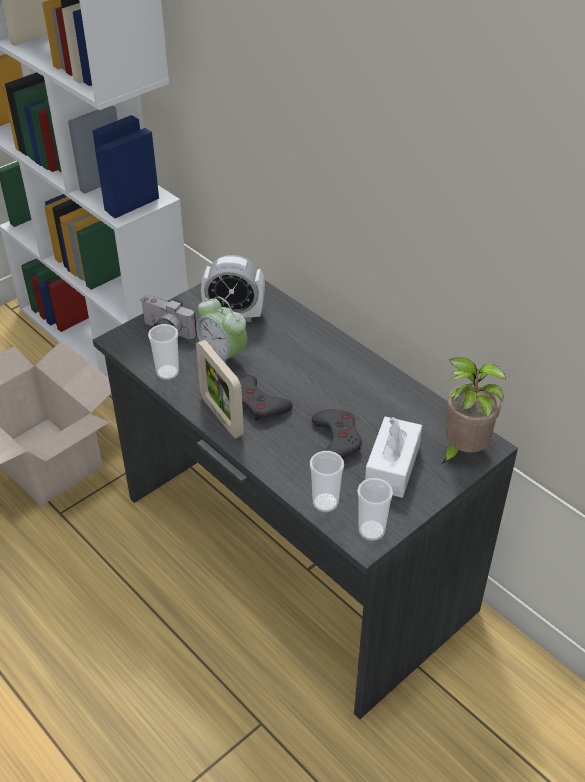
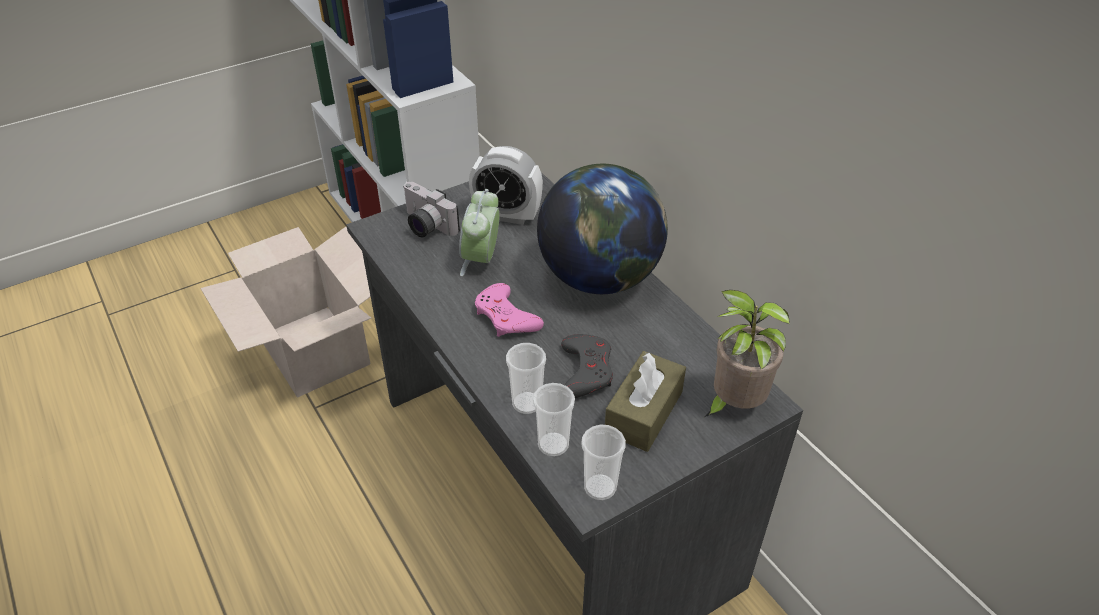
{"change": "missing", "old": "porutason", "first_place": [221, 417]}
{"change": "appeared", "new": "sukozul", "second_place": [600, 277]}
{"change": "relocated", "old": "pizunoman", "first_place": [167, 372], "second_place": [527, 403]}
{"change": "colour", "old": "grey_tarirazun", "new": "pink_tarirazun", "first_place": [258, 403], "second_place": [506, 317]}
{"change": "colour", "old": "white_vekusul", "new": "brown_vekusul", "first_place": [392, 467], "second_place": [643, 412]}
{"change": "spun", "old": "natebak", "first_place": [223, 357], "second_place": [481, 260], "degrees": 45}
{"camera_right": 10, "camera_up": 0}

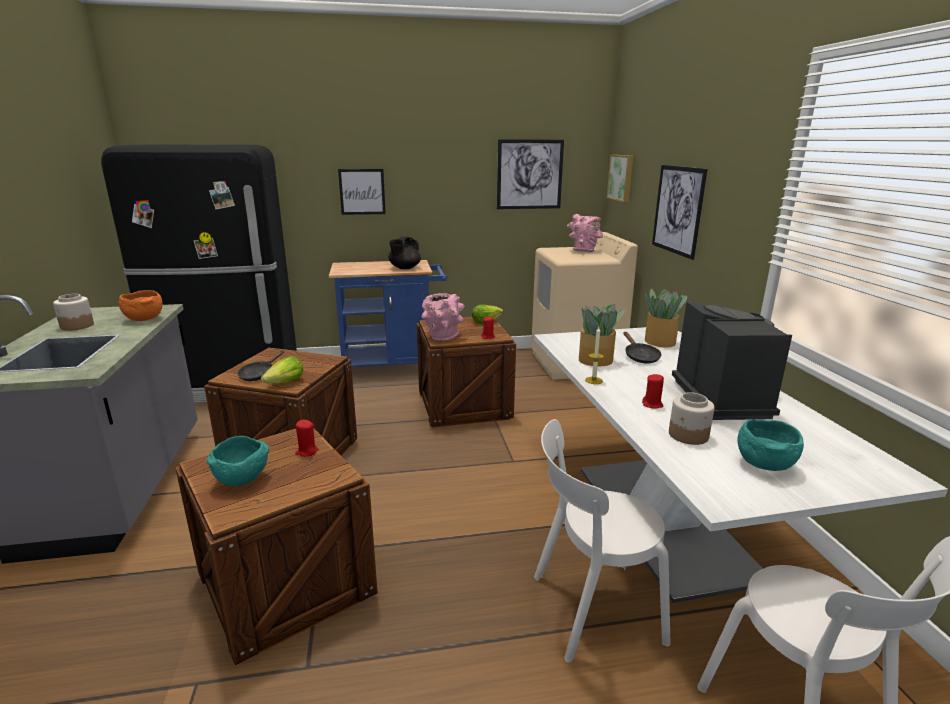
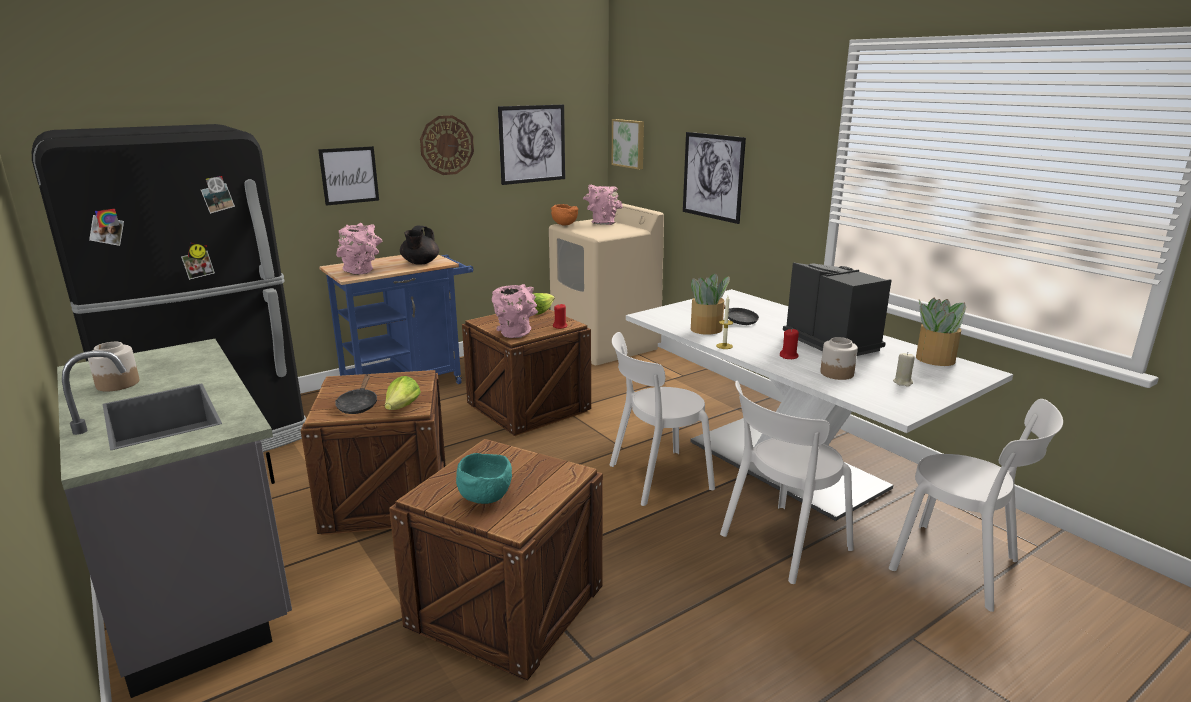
{"change": "missing", "old": "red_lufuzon", "first_place": [307, 451]}
{"change": "appeared", "new": "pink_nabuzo", "second_place": [362, 271]}
{"change": "appeared", "new": "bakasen", "second_place": [447, 145]}
{"change": "appeared", "new": "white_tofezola", "second_place": [655, 477]}
{"change": "relocated", "old": "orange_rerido", "first_place": [144, 319], "second_place": [563, 224]}
{"change": "relocated", "old": "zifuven", "first_place": [659, 341], "second_place": [934, 359]}
{"change": "exchanged", "old": "turquoise_rerido", "new": "beige_lufuzon", "first_place": [764, 464], "second_place": [903, 382]}
{"camera_right": -25, "camera_up": 0}

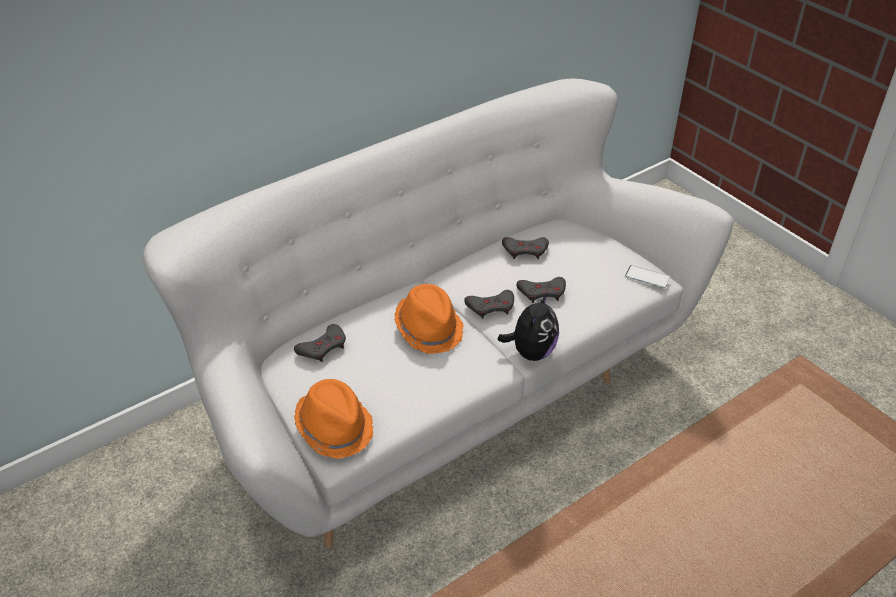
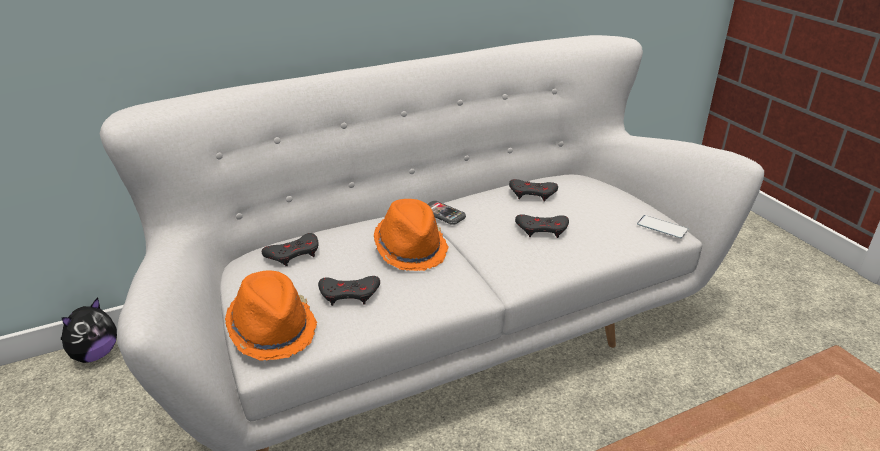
{"change": "appeared", "new": "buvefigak", "second_place": [443, 214]}
{"change": "relocated", "old": "grey_tarirazun", "first_place": [491, 307], "second_place": [349, 294]}
{"change": "relocated", "old": "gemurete", "first_place": [531, 352], "second_place": [95, 354]}
{"camera_right": 10, "camera_up": -10}

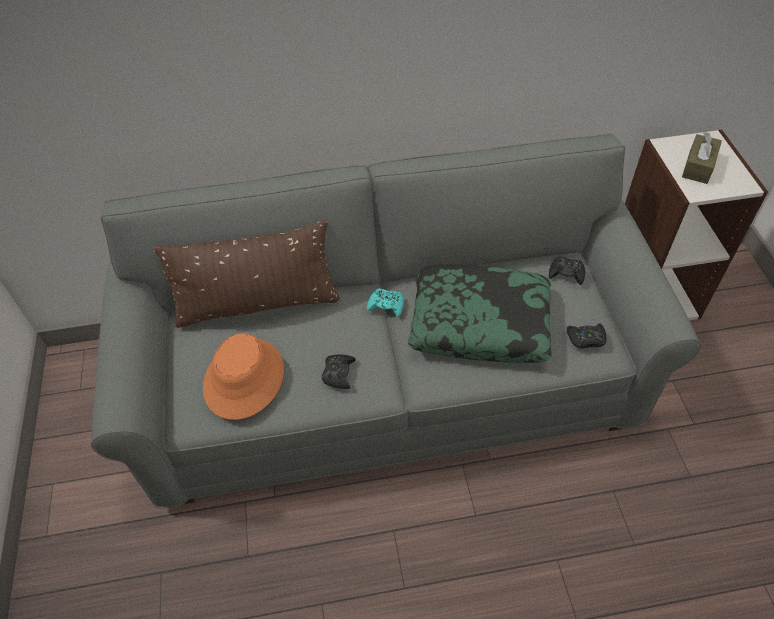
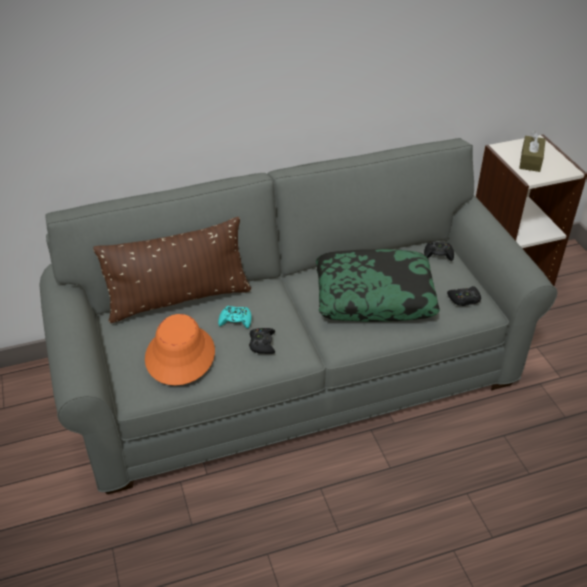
{"change": "relocated", "old": "turquoise_tarirazun", "first_place": [386, 305], "second_place": [235, 320]}
{"camera_right": -10, "camera_up": -10}

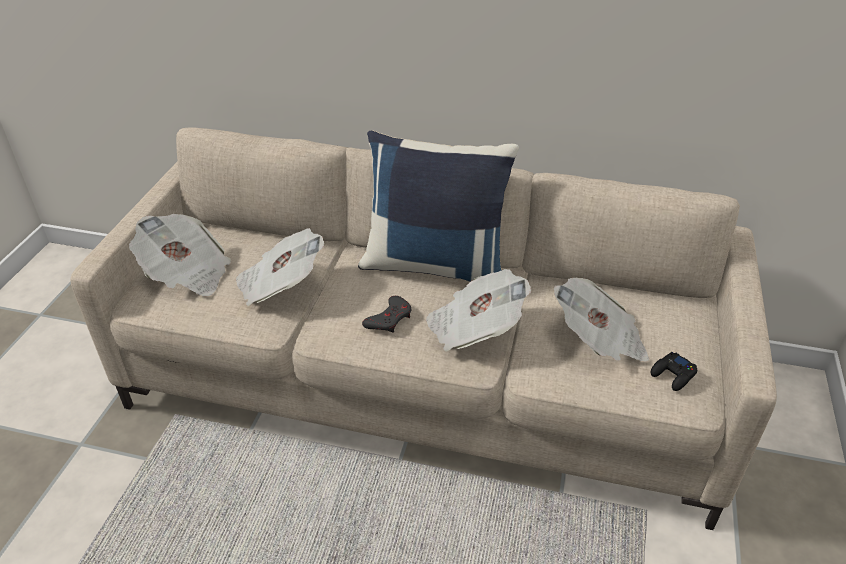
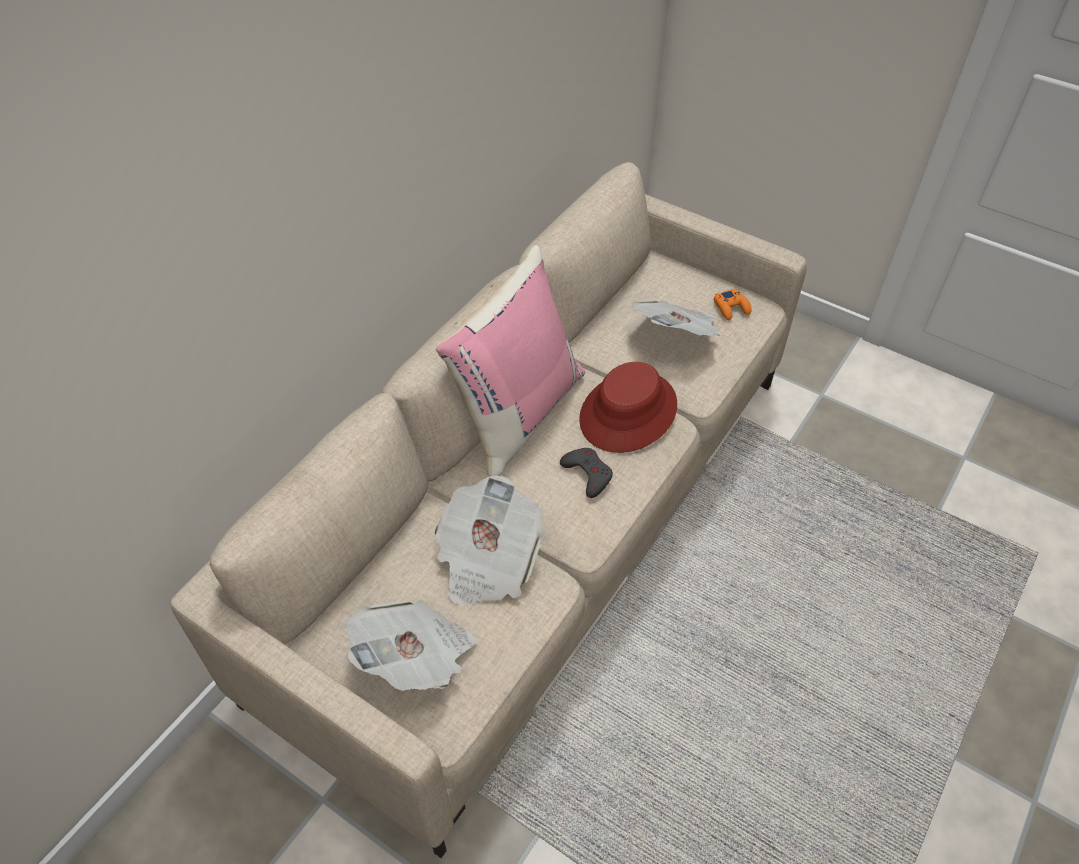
{"change": "exchanged", "old": "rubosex", "new": "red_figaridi", "first_place": [474, 328], "second_place": [628, 412]}
{"change": "colour", "old": "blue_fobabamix", "new": "pink_fobabamix", "first_place": [436, 265], "second_place": [517, 413]}
{"change": "colour", "old": "black_tarirazun", "new": "orange_tarirazun", "first_place": [673, 375], "second_place": [731, 308]}
{"camera_right": -70, "camera_up": 10}

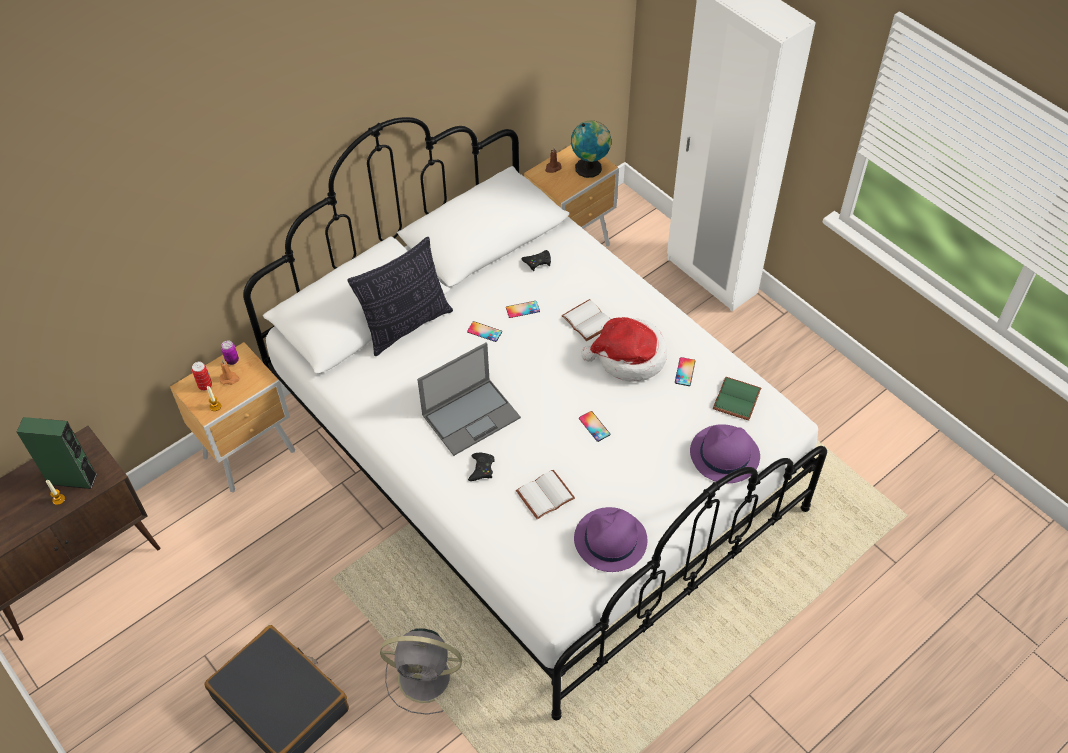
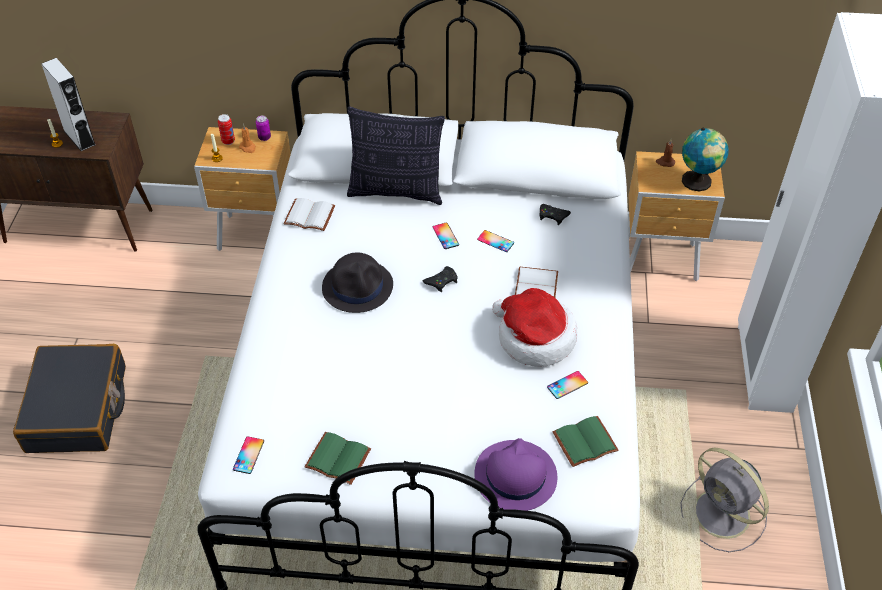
{"change": "relocated", "old": "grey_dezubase", "first_place": [427, 677], "second_place": [723, 515]}
{"change": "relocated", "old": "black_tarirazun", "first_place": [481, 469], "second_place": [441, 281]}
{"change": "relocated", "old": "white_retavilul", "first_place": [545, 494], "second_place": [310, 215]}
{"change": "relocated", "old": "buvefigak", "first_place": [594, 426], "second_place": [248, 455]}
{"change": "exchanged", "old": "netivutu", "new": "black_figaridi", "first_place": [472, 416], "second_place": [358, 286]}
{"change": "exchanged", "old": "purple_figaridi", "new": "green_retavilul", "first_place": [610, 540], "second_place": [336, 460]}
{"change": "colour", "old": "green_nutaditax", "new": "grey_nutaditax", "first_place": [72, 479], "second_place": [79, 137]}
{"camera_right": 45, "camera_up": -5}

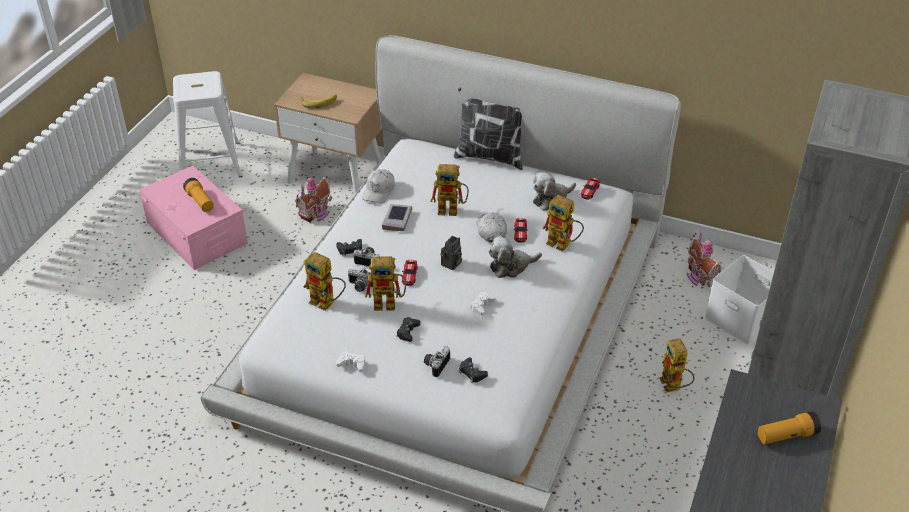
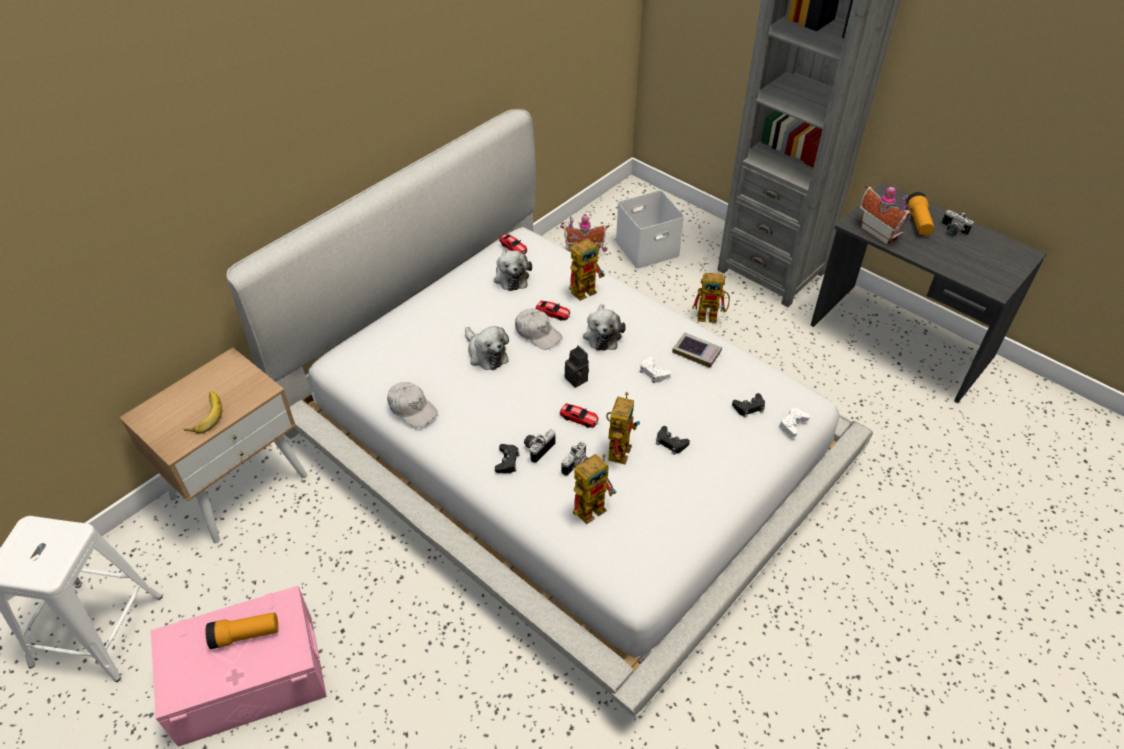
{"change": "missing", "old": "fobabamix", "first_place": [489, 156]}
{"change": "relocated", "old": "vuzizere", "first_place": [316, 214], "second_place": [880, 232]}
{"change": "relocated", "old": "white_tarirazun", "first_place": [352, 364], "second_place": [793, 424]}
{"change": "relocated", "old": "retavilul", "first_place": [397, 220], "second_place": [696, 352]}
{"change": "relocated", "old": "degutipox", "first_place": [435, 365], "second_place": [952, 231]}
{"change": "exchanged", "old": "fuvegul", "new": "gemurete", "first_place": [452, 209], "second_place": [486, 354]}
{"change": "spun", "old": "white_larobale", "first_place": [491, 230], "second_place": [538, 333], "degrees": -150}
{"camera_right": -70, "camera_up": 5}

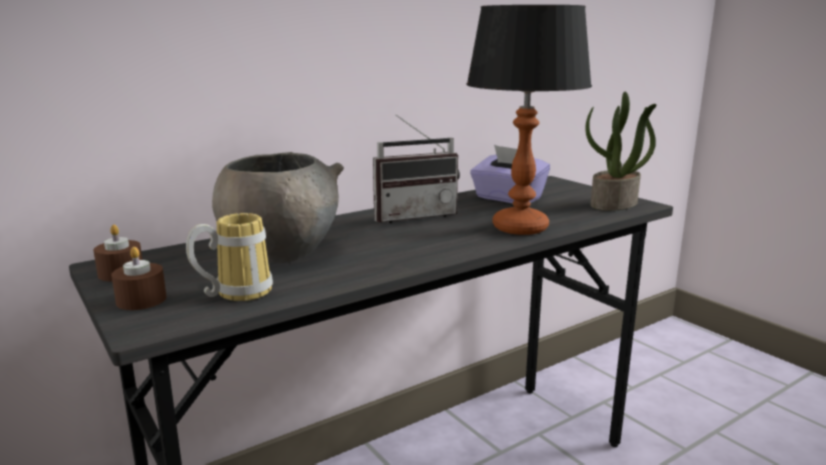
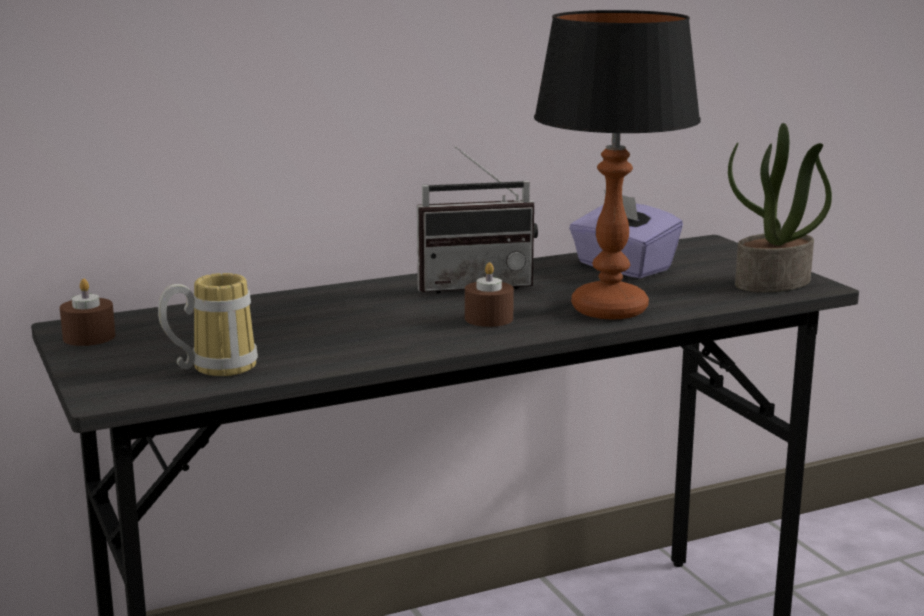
{"change": "missing", "old": "grey_rerido", "first_place": [280, 252]}
{"change": "relocated", "old": "brown_lufuzon", "first_place": [141, 300], "second_place": [488, 318]}
{"camera_right": 10, "camera_up": 0}

